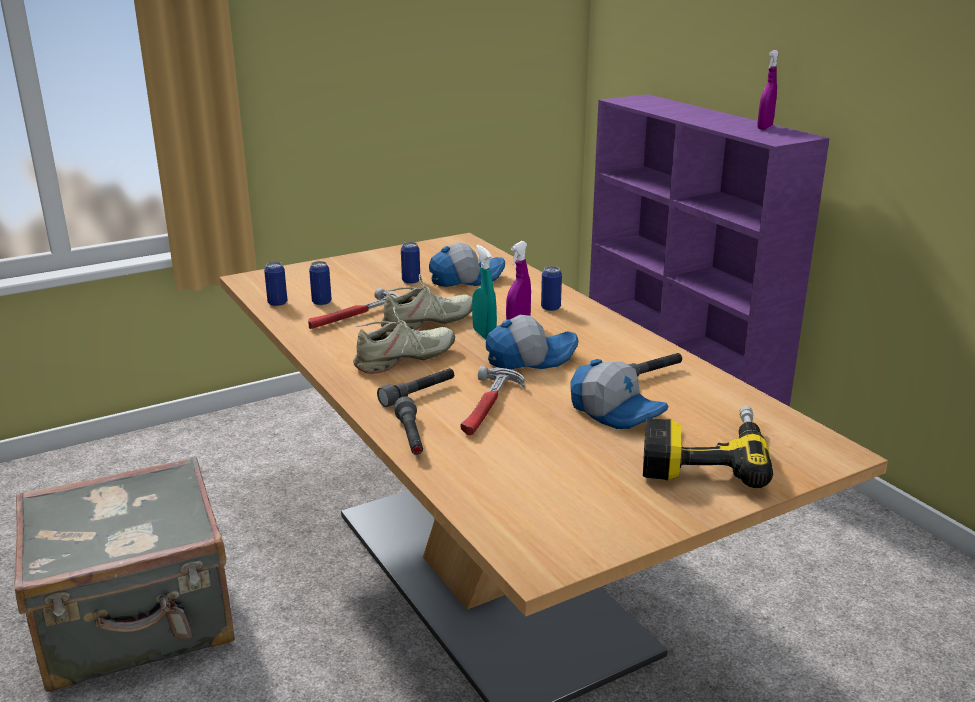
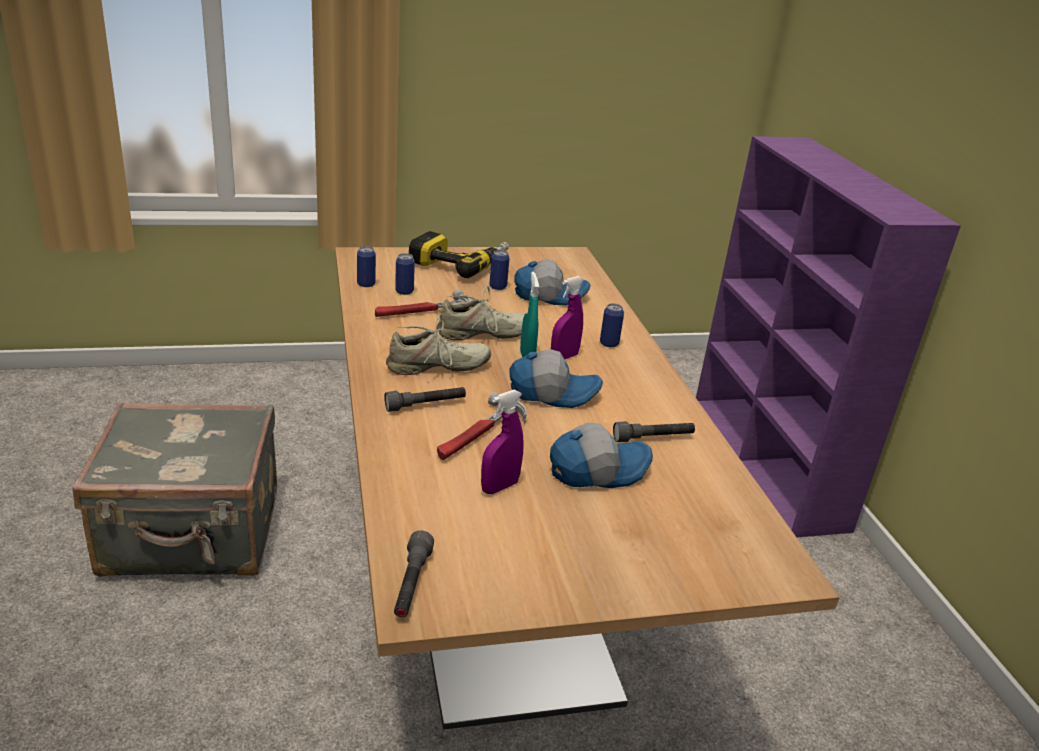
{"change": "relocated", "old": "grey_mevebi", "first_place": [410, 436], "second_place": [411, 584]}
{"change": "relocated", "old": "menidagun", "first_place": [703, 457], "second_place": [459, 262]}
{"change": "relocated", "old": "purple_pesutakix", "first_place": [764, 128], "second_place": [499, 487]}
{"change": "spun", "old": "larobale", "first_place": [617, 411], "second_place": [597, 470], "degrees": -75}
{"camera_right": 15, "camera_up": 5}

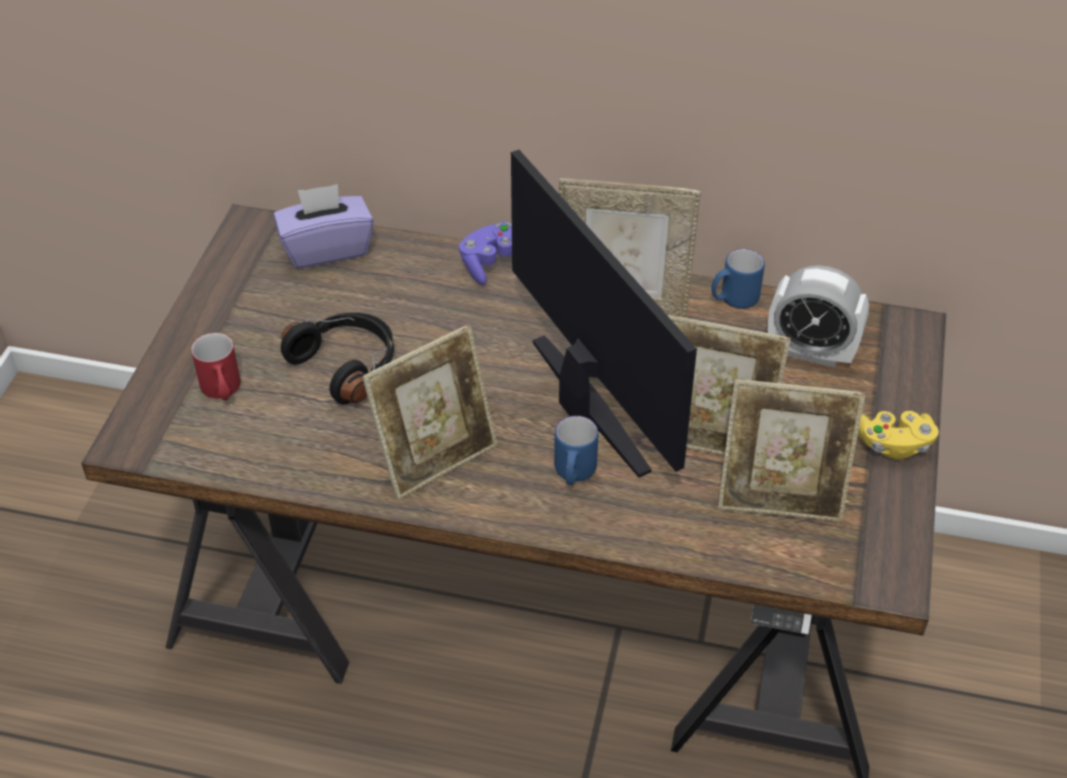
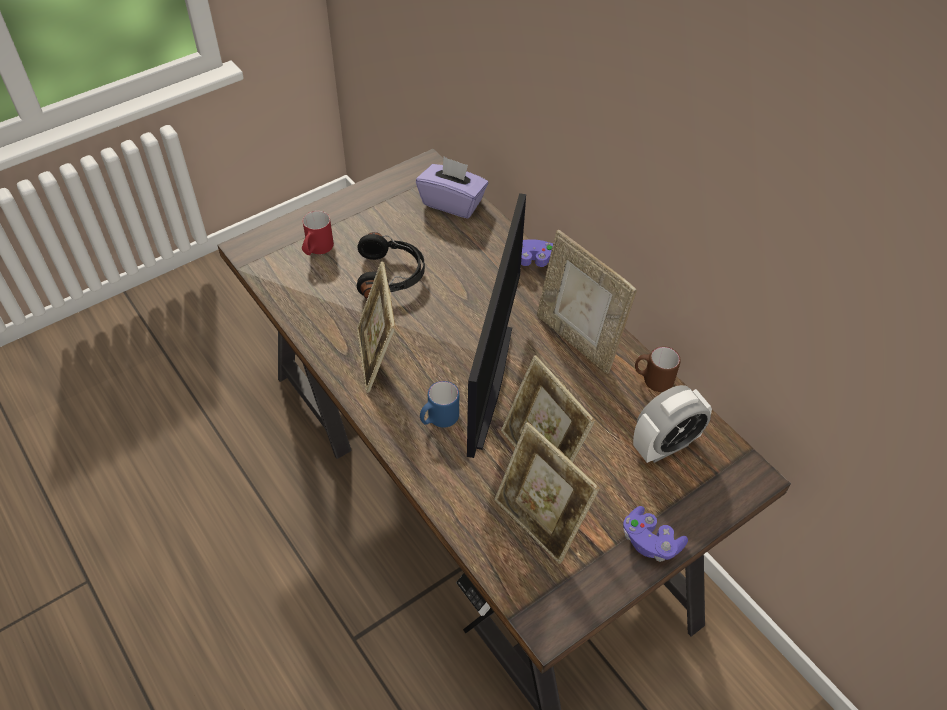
{"change": "colour", "old": "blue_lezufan", "new": "brown_lezufan", "first_place": [733, 299], "second_place": [652, 380]}
{"change": "colour", "old": "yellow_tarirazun", "new": "purple_tarirazun", "first_place": [893, 444], "second_place": [650, 542]}
{"change": "spun", "old": "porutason", "first_place": [436, 458], "second_place": [378, 358], "degrees": 75}
{"change": "spun", "old": "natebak", "first_place": [811, 352], "second_place": [665, 446], "degrees": -90}
{"camera_right": 40, "camera_up": 5}

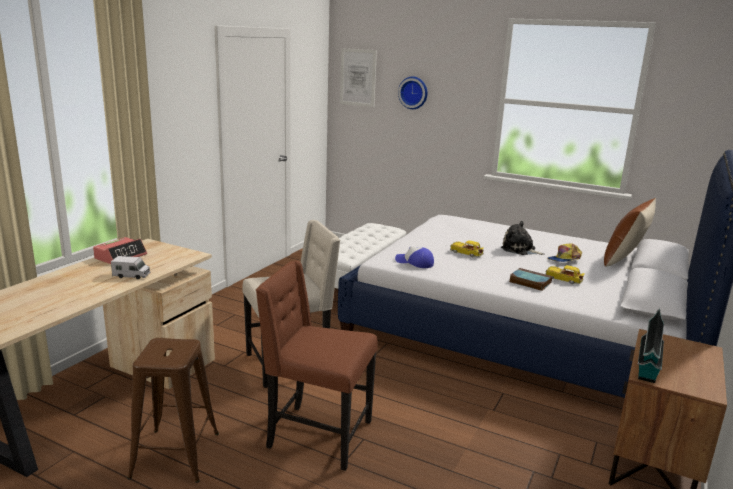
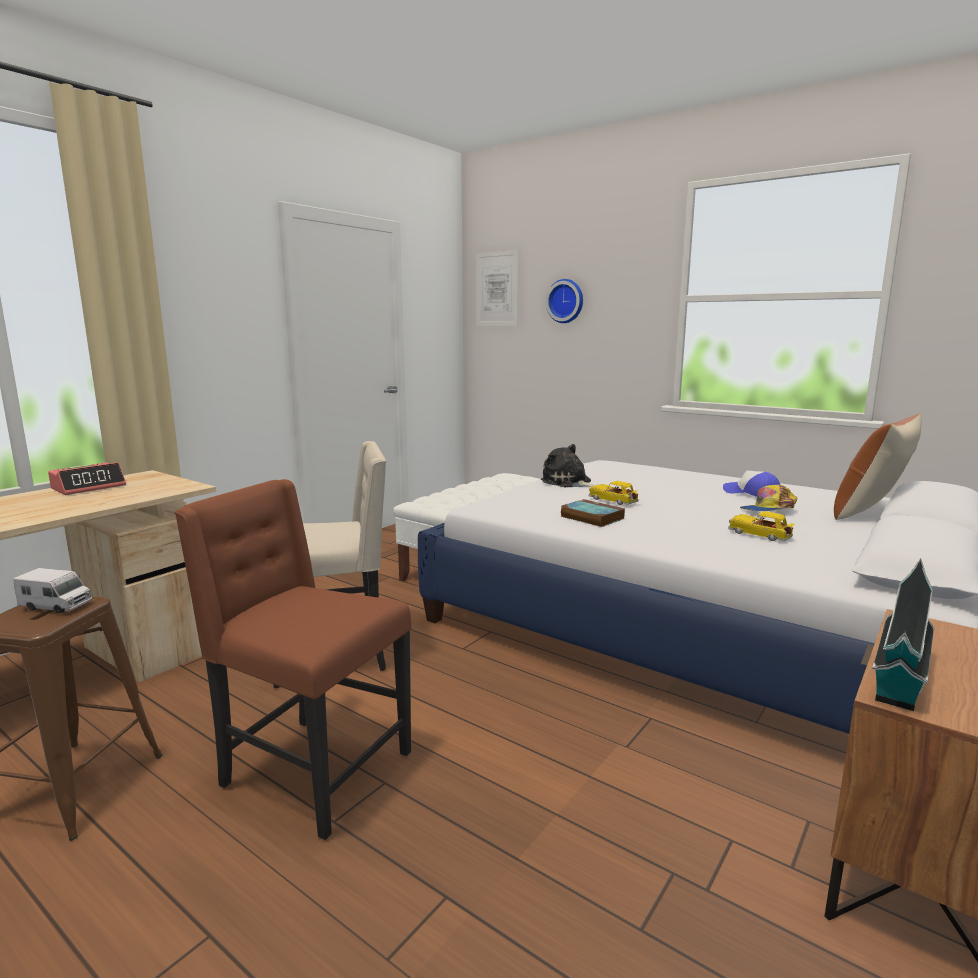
{"change": "relocated", "old": "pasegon", "first_place": [131, 275], "second_place": [56, 605]}
{"change": "relocated", "old": "larobale", "first_place": [414, 263], "second_place": [751, 493]}
{"change": "relocated", "old": "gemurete", "first_place": [520, 250], "second_place": [568, 482]}
{"change": "relocated", "old": "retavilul", "first_place": [529, 282], "second_place": [590, 517]}
{"camera_right": 10, "camera_up": -5}

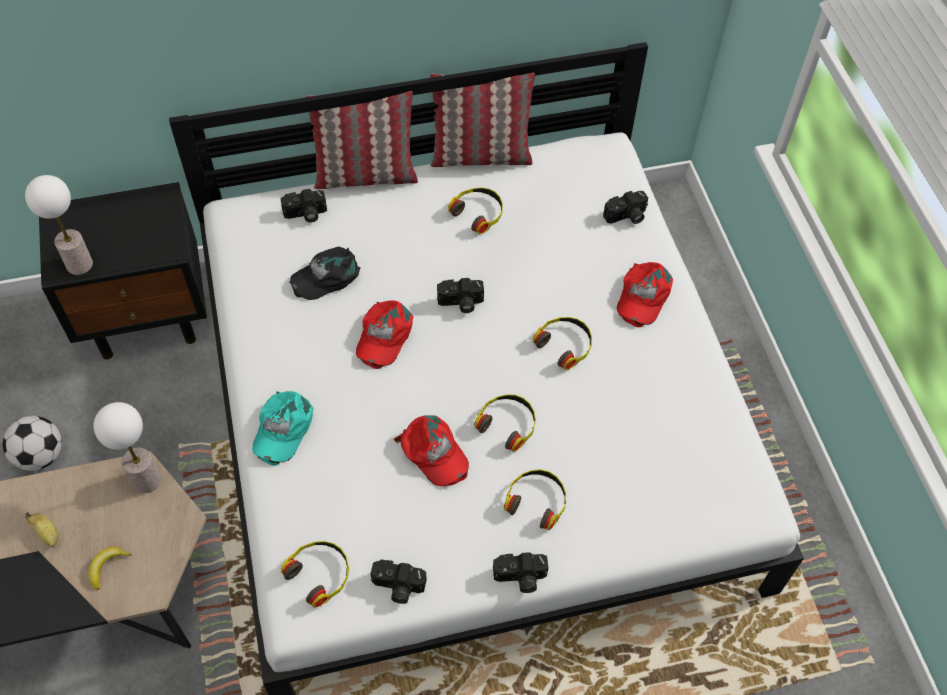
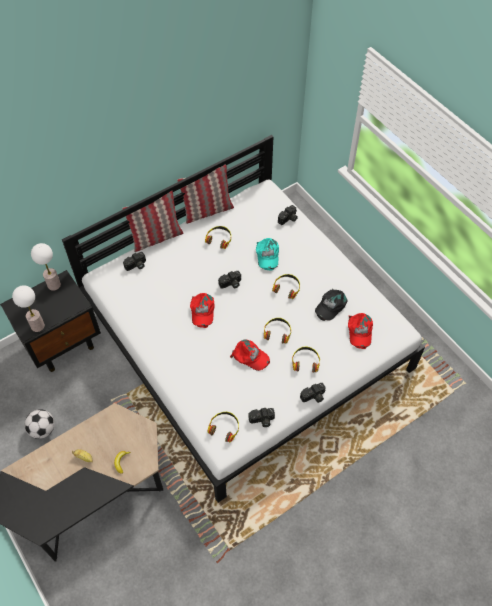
{"change": "relocated", "old": "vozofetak", "first_place": [146, 480], "second_place": [54, 285]}
{"change": "relocated", "old": "turquoise_larobale", "first_place": [282, 428], "second_place": [267, 255]}
{"change": "relocated", "old": "black_larobale", "first_place": [327, 276], "second_place": [330, 306]}
{"change": "relocated", "old": "red_larobale", "first_place": [642, 296], "second_place": [359, 331]}
{"camera_right": -20, "camera_up": 0}

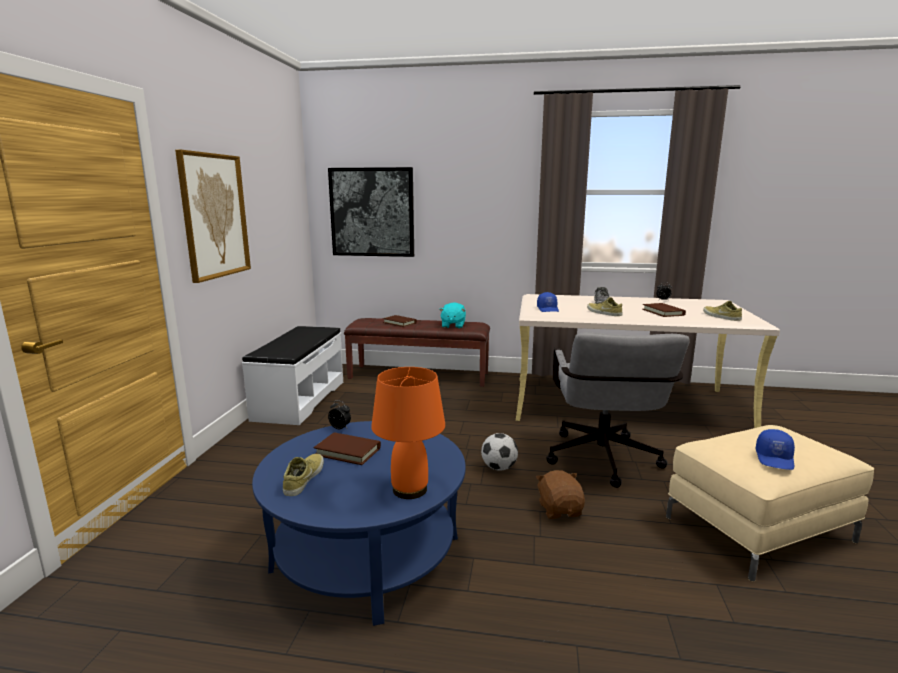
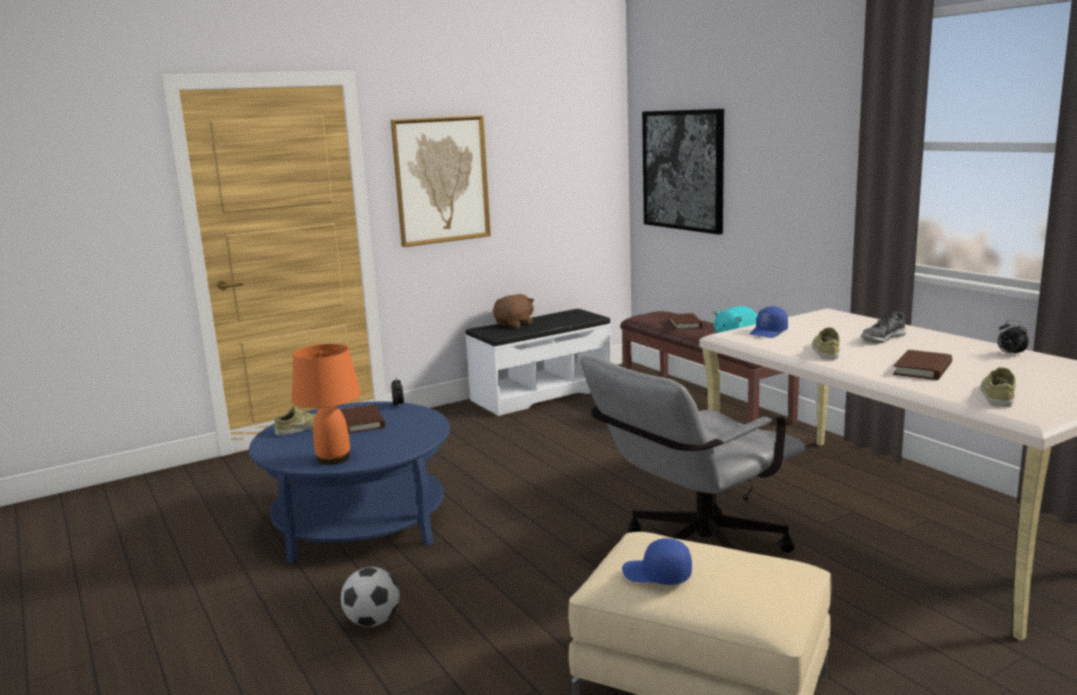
{"change": "relocated", "old": "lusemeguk", "first_place": [499, 468], "second_place": [373, 622]}
{"change": "relocated", "old": "brown_gemurete", "first_place": [560, 510], "second_place": [515, 324]}
{"change": "spun", "old": "blue_larobale", "first_place": [775, 459], "second_place": [656, 575], "degrees": 45}
{"camera_right": 50, "camera_up": 0}

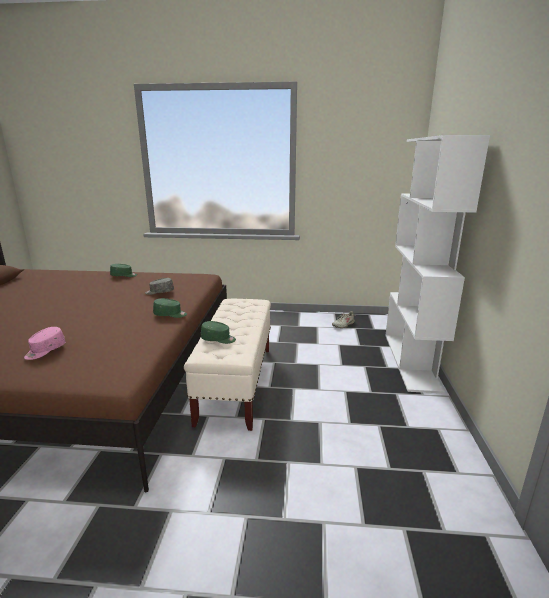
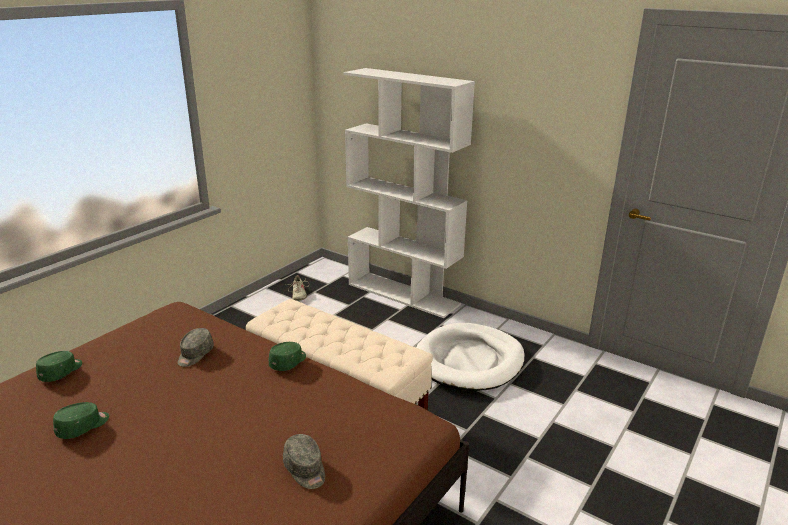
{"change": "appeared", "new": "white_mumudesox", "second_place": [469, 361]}
{"change": "relocated", "old": "green_larobale", "first_place": [218, 339], "second_place": [83, 426]}
{"change": "colour", "old": "pink_larobale", "new": "grey_larobale", "first_place": [45, 350], "second_place": [305, 470]}
{"camera_right": -60, "camera_up": 5}

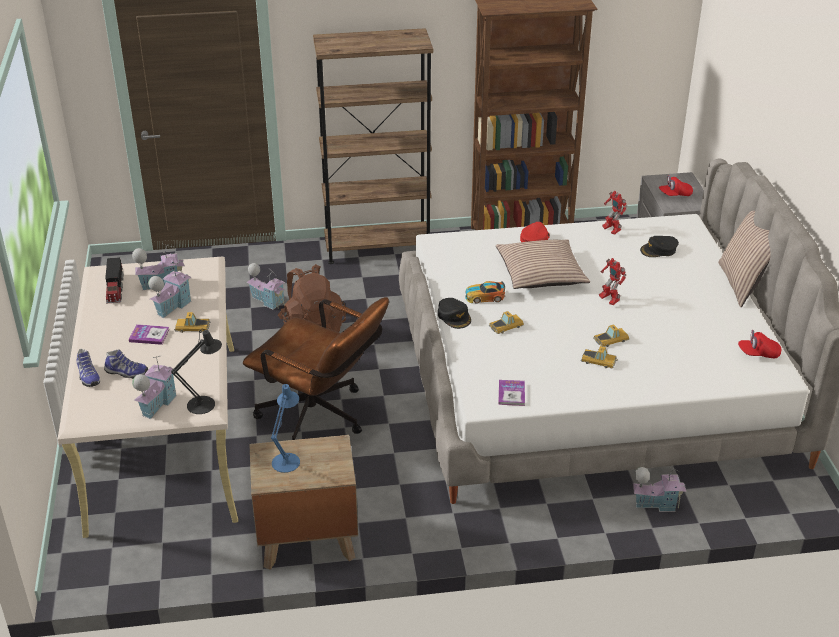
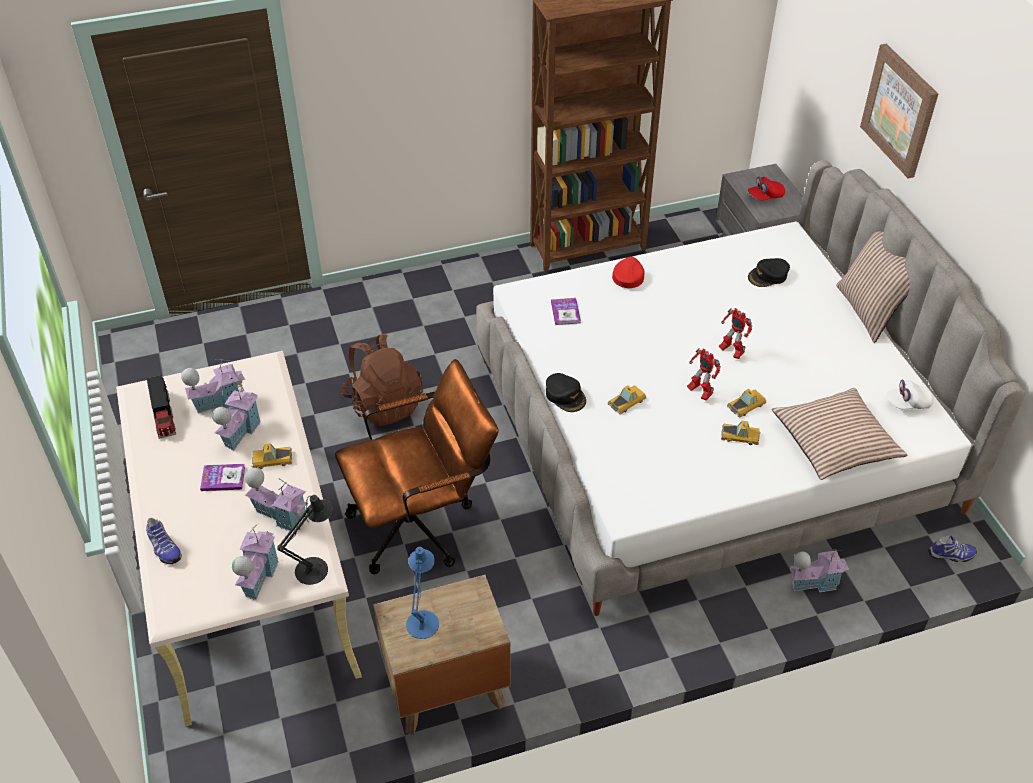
{"change": "missing", "old": "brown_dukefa", "first_place": [377, 248]}
{"change": "missing", "old": "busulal", "first_place": [484, 296]}
{"change": "appeared", "new": "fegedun", "second_place": [900, 110]}
{"change": "relocated", "old": "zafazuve", "first_place": [126, 373], "second_place": [951, 555]}
{"change": "relocated", "old": "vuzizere", "first_place": [268, 300], "second_place": [281, 515]}
{"change": "relocated", "old": "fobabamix", "first_place": [541, 273], "second_place": [835, 442]}
{"change": "relocated", "old": "retavilul", "first_place": [511, 394], "second_place": [565, 312]}
{"change": "relocated", "old": "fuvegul", "first_place": [611, 230], "second_place": [699, 392]}
{"change": "colour", "old": "red_larobale", "new": "white_larobale", "first_place": [758, 354], "second_place": [908, 403]}
{"change": "spun", "old": "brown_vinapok", "first_place": [320, 419], "second_place": [422, 524], "degrees": -45}
{"camera_right": -10, "camera_up": 10}

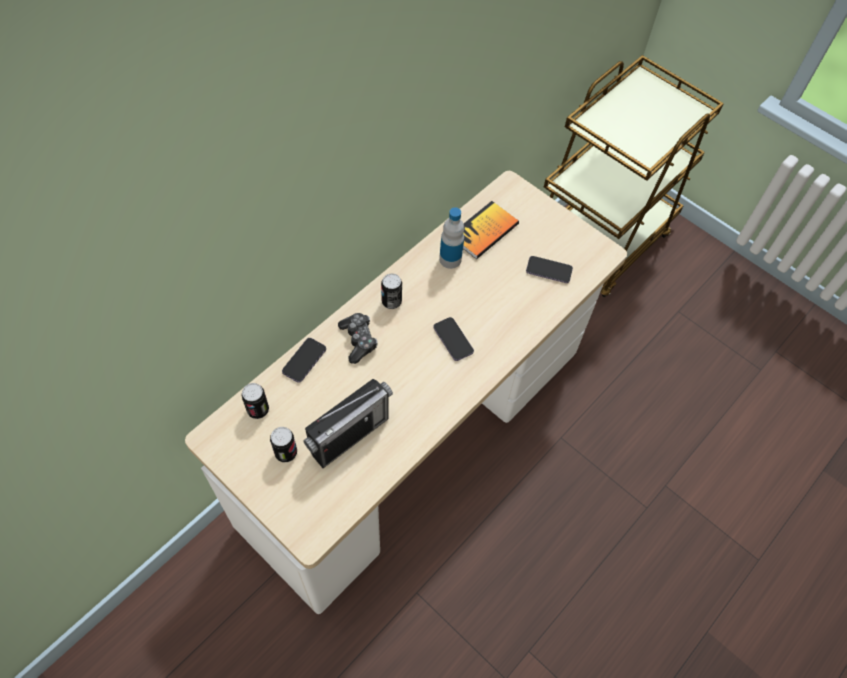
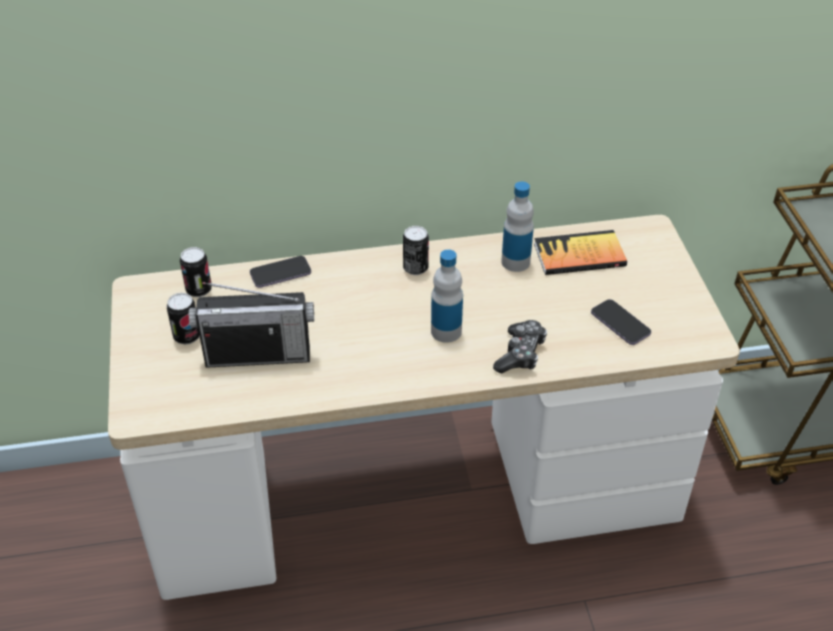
{"change": "relocated", "old": "tarirazun", "first_place": [358, 340], "second_place": [520, 354]}
{"change": "exchanged", "old": "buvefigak", "new": "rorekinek", "first_place": [453, 340], "second_place": [446, 331]}
{"camera_right": 40, "camera_up": -15}

